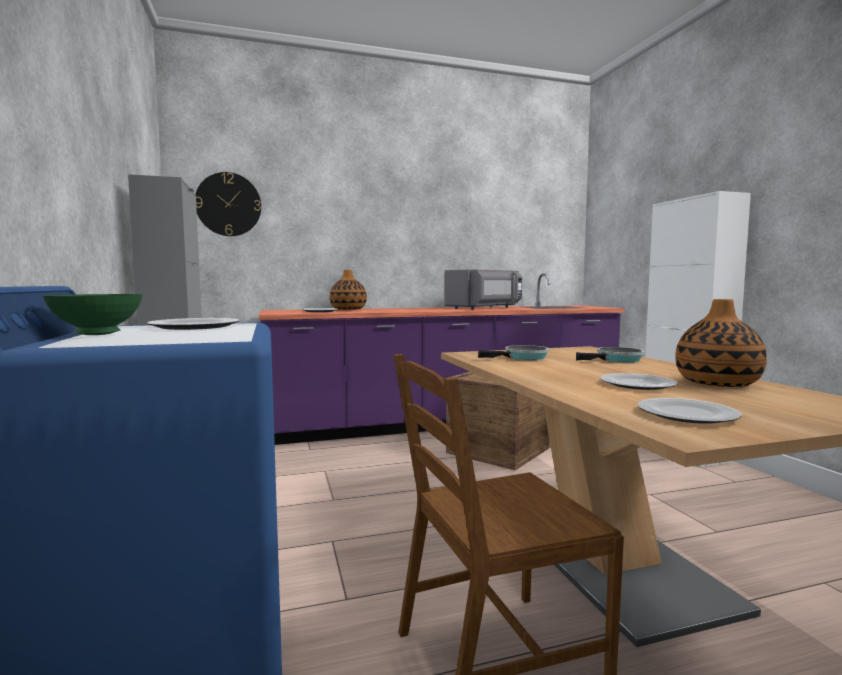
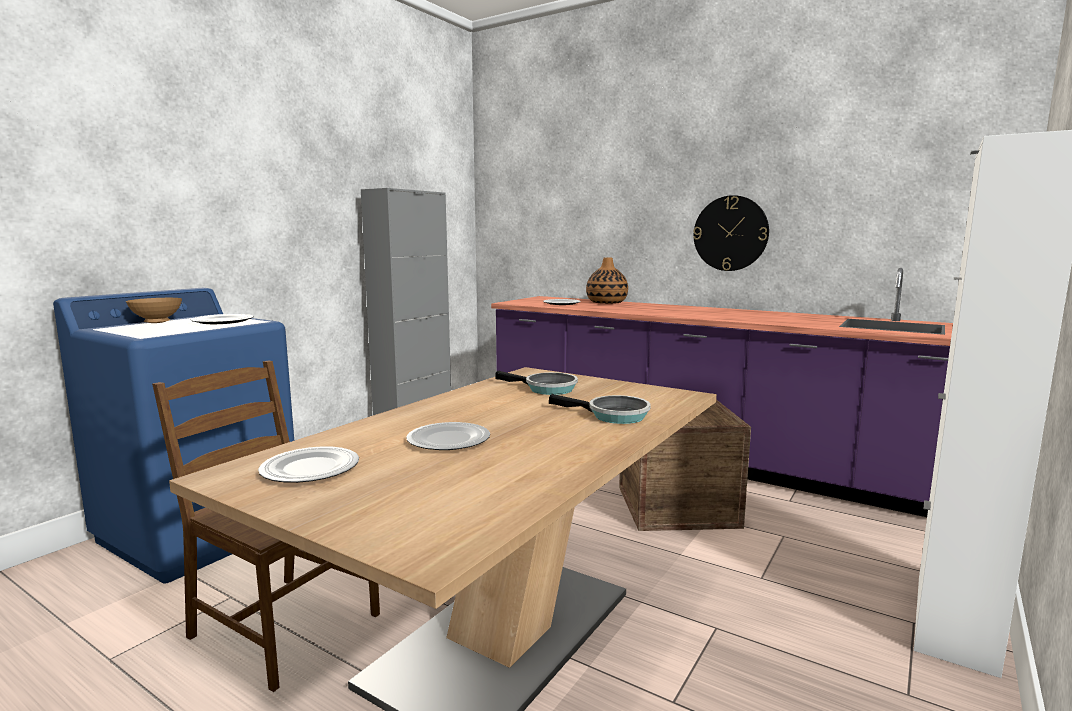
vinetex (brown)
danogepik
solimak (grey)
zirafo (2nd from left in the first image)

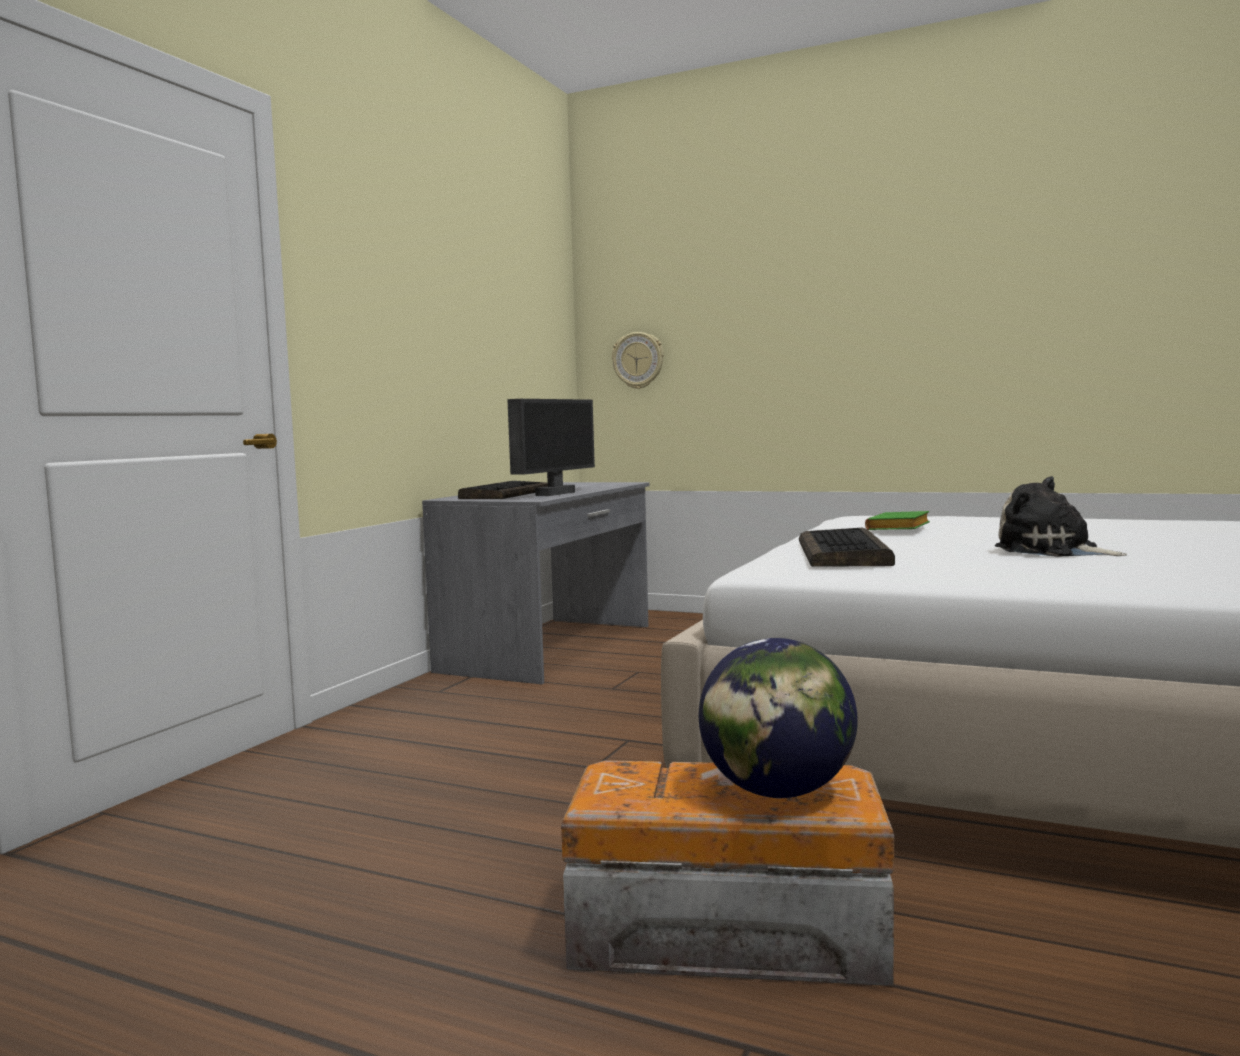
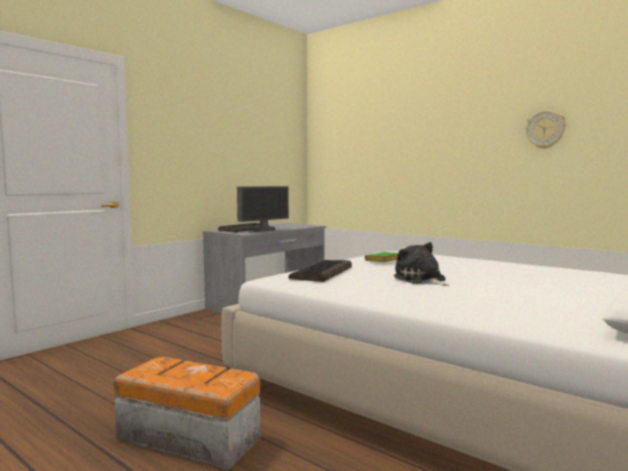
danogepik
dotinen

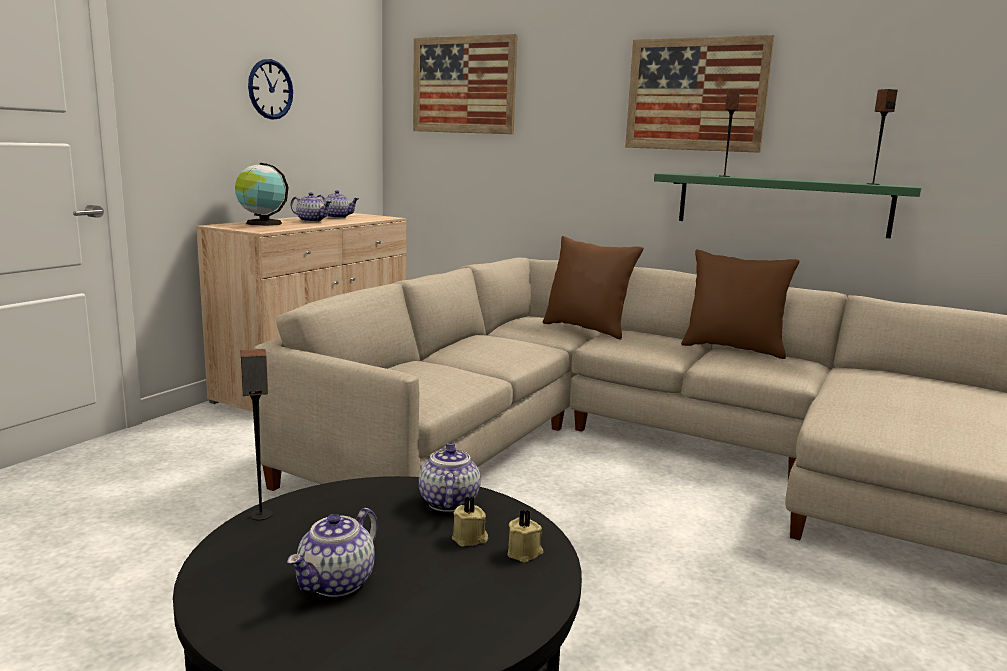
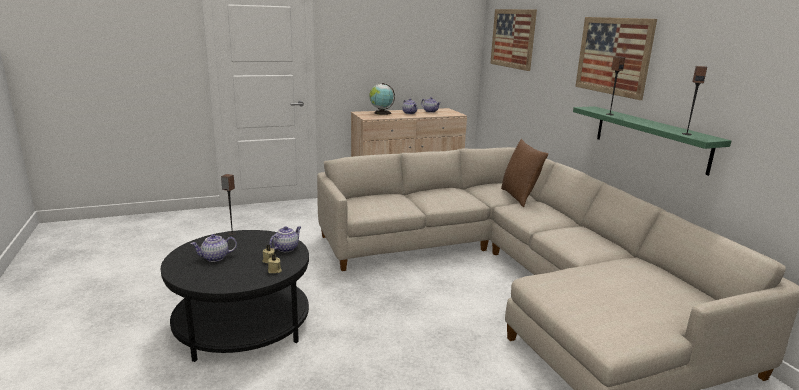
danogepik
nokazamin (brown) (2nd from left in the first image)

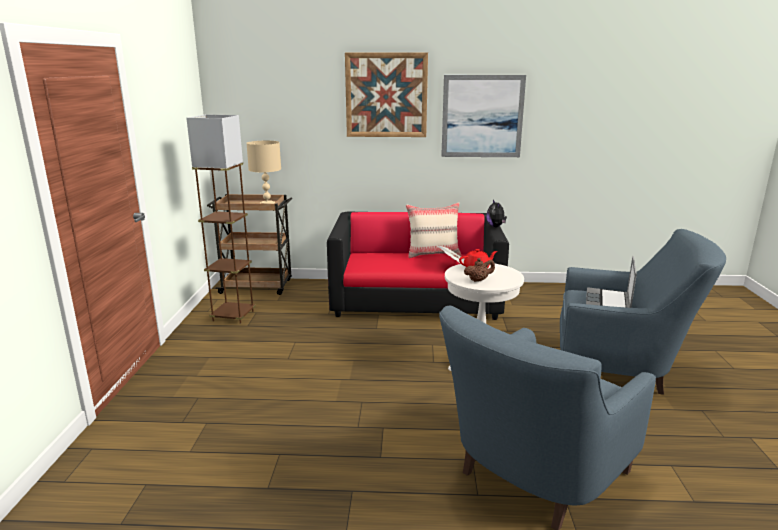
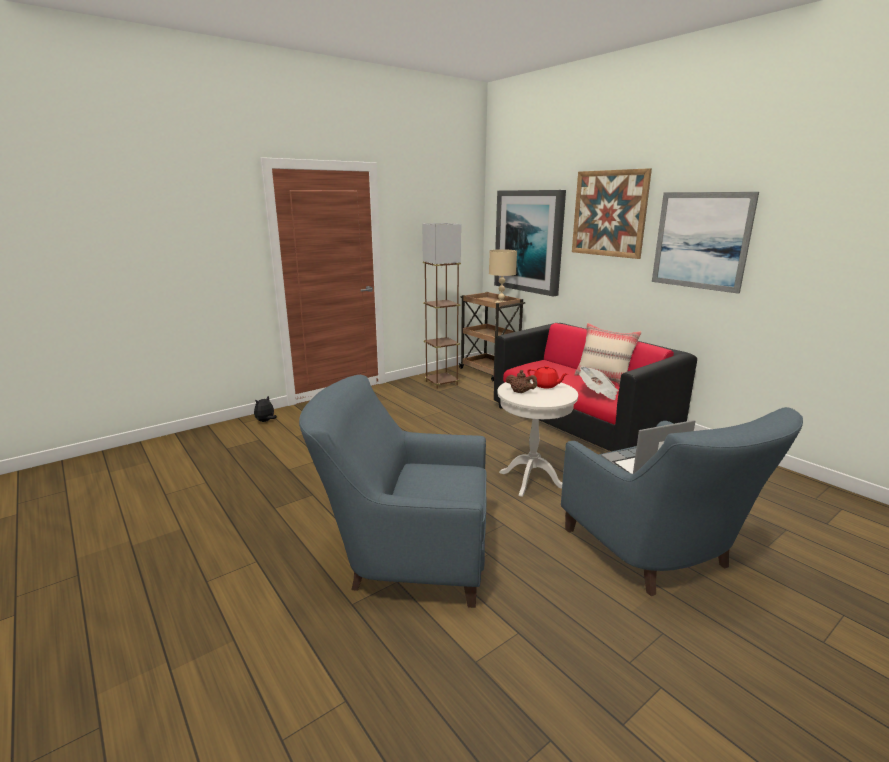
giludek
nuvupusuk (1st from left)

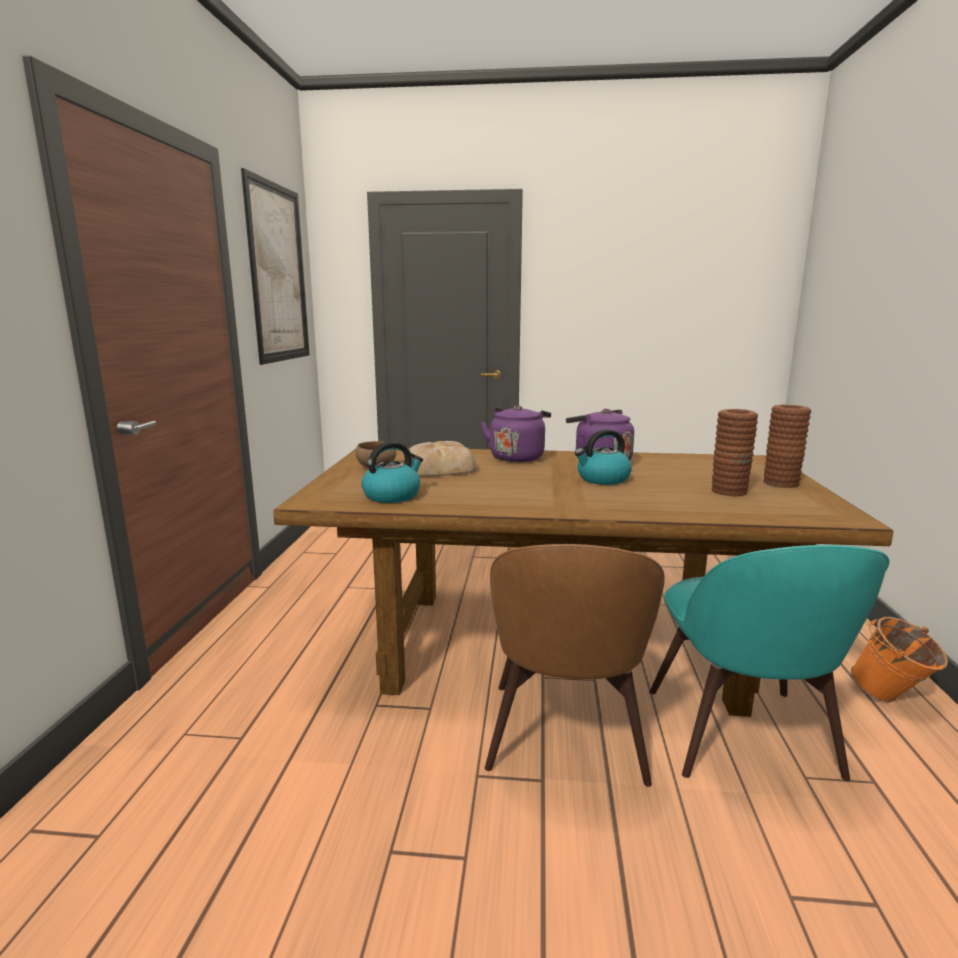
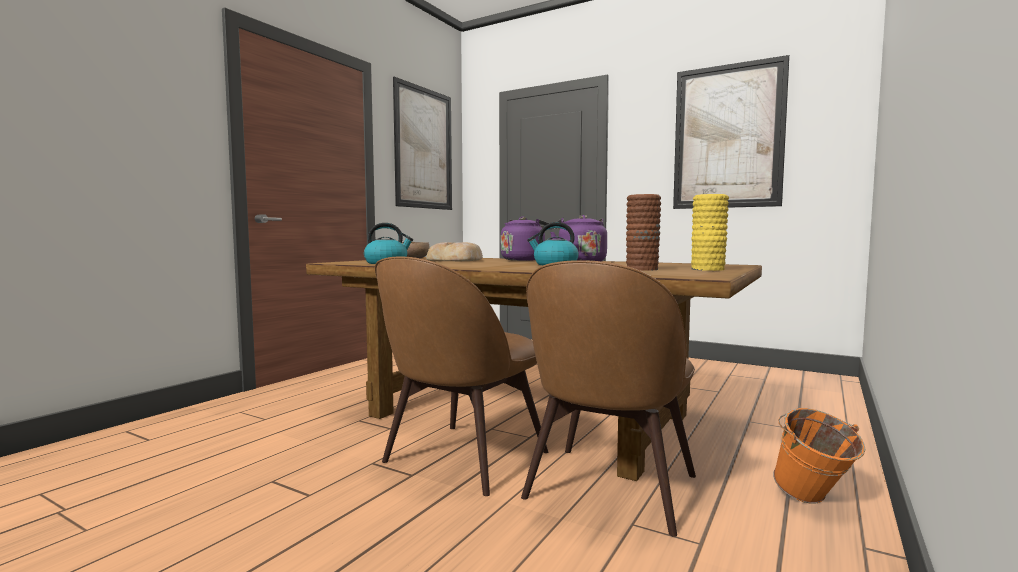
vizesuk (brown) (2nd from left)
nuvupusuk (2nd from left)
zirafo (yellow)

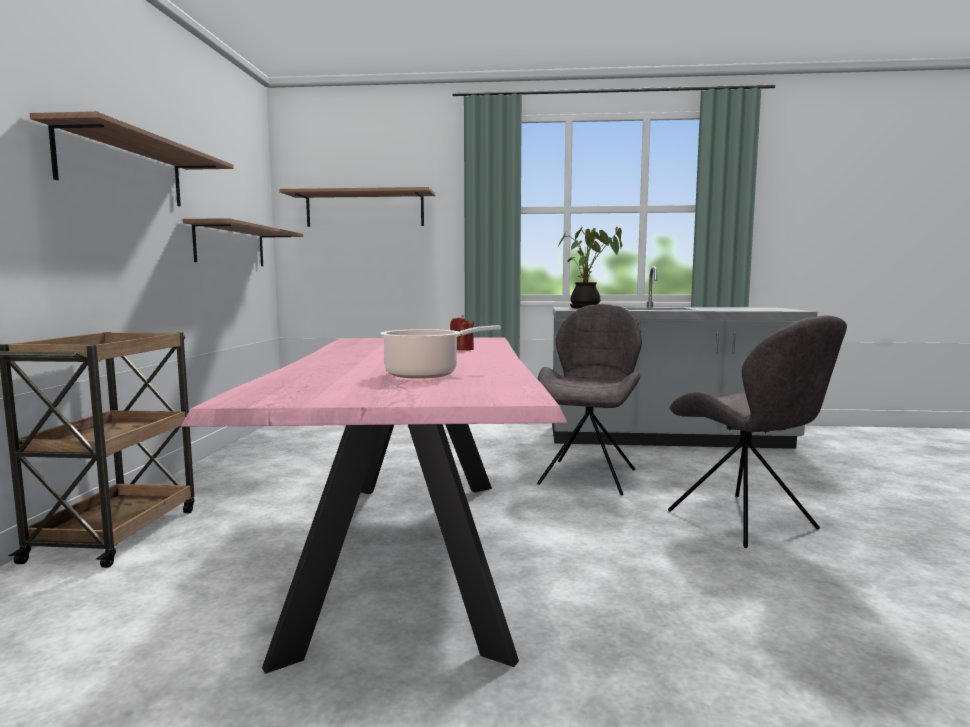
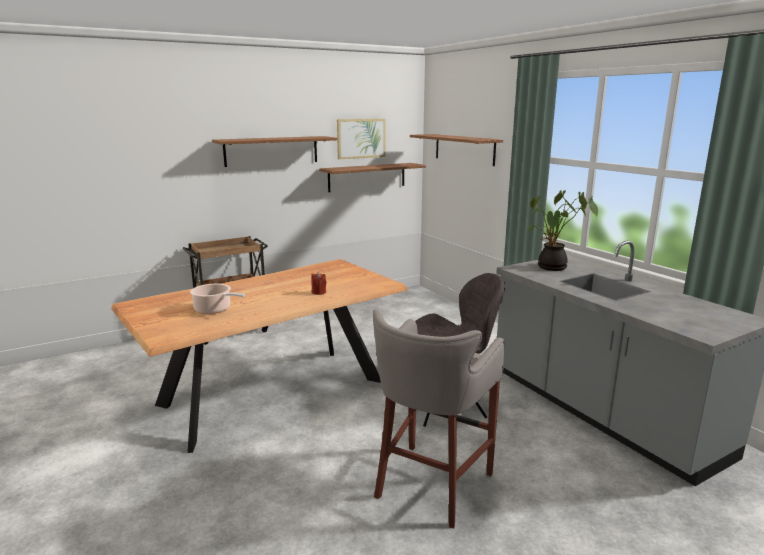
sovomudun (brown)
nuvupusuk
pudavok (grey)

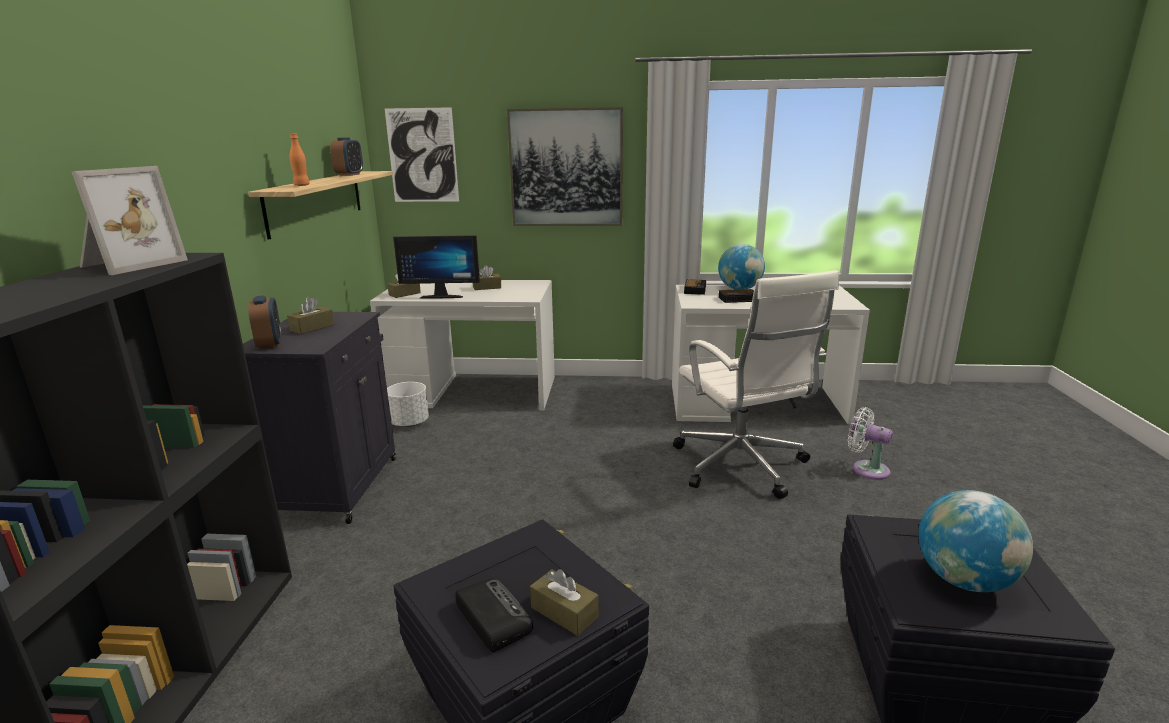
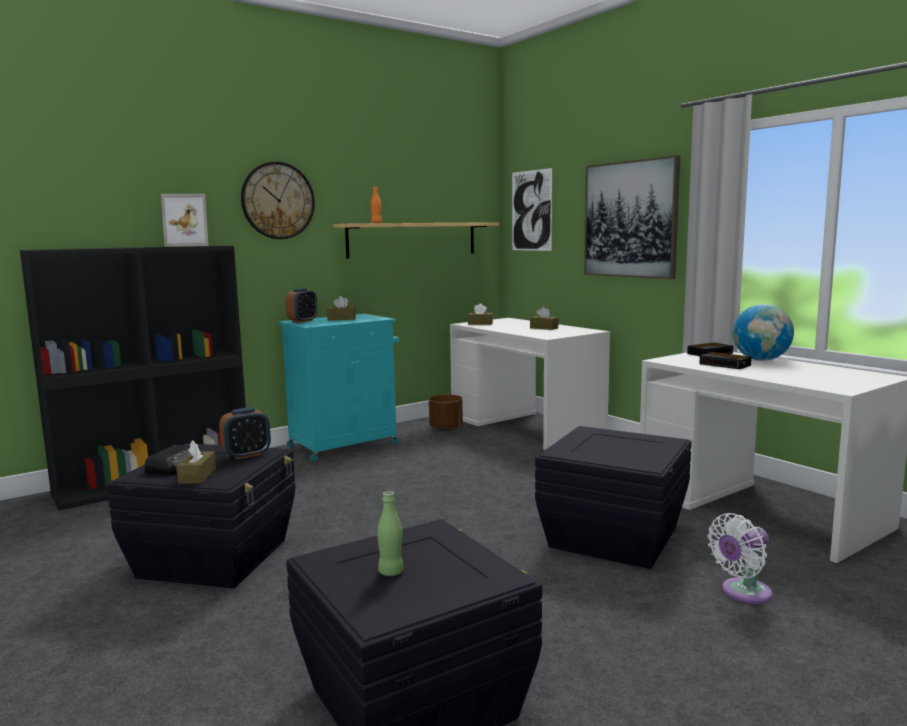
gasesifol (1st from left)
danogepik
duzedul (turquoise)
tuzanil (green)
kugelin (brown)
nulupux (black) (3rd from left)
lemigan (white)
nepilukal

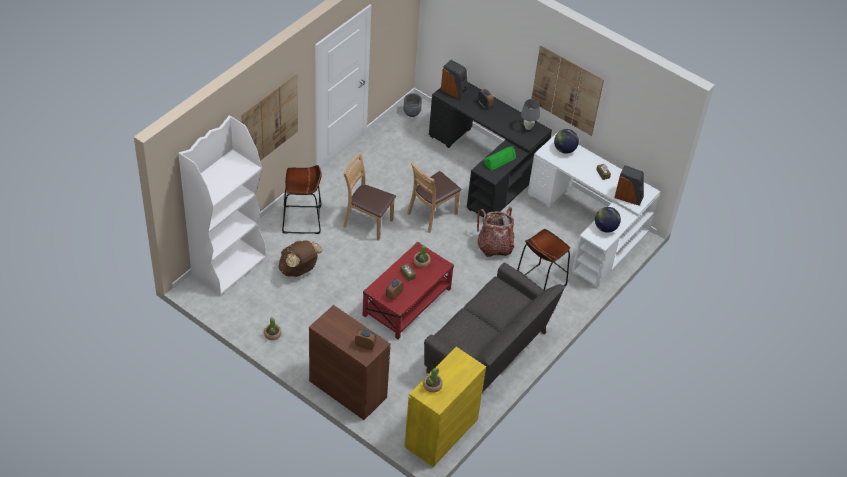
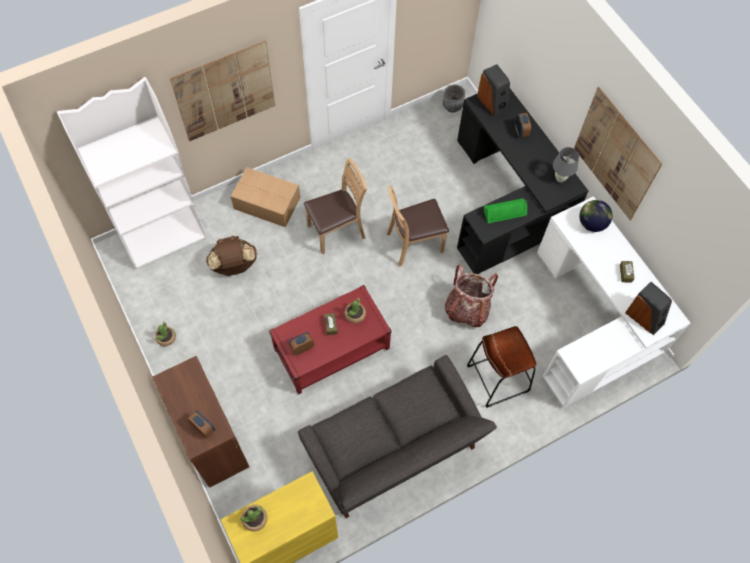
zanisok
vizesuk (brown) (1st from left)
dotinen (2nd from left in the first image)

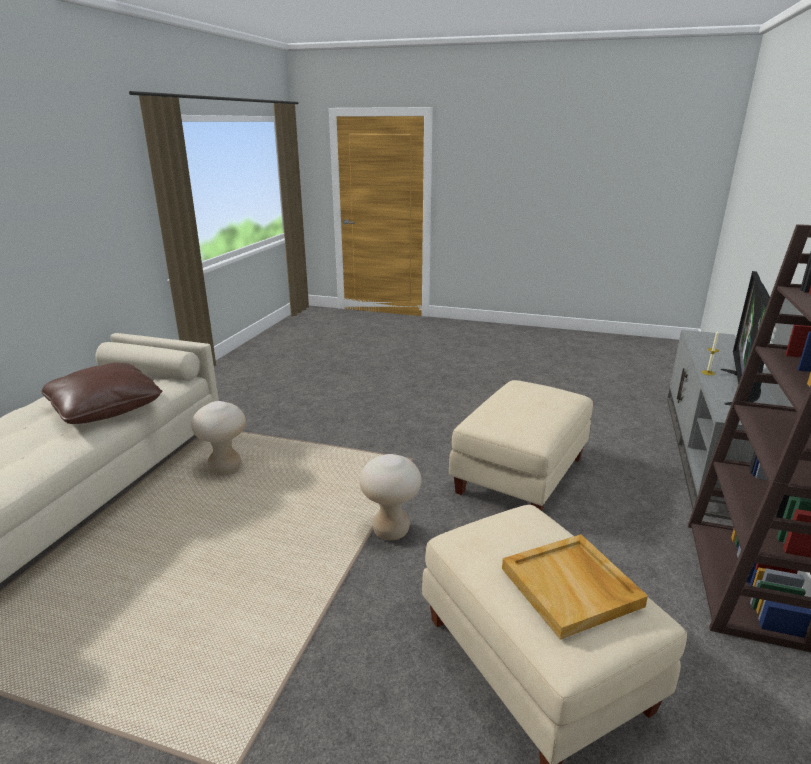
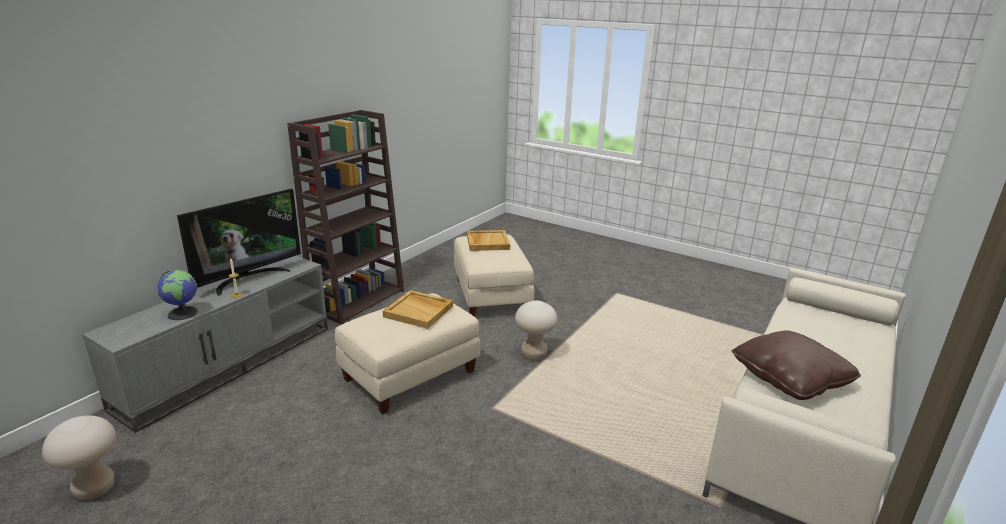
pudavok (beige) (1st from left)
dotinen
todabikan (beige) (1st from left)

